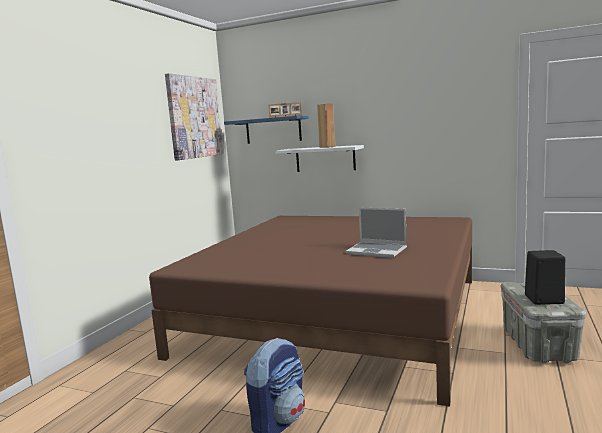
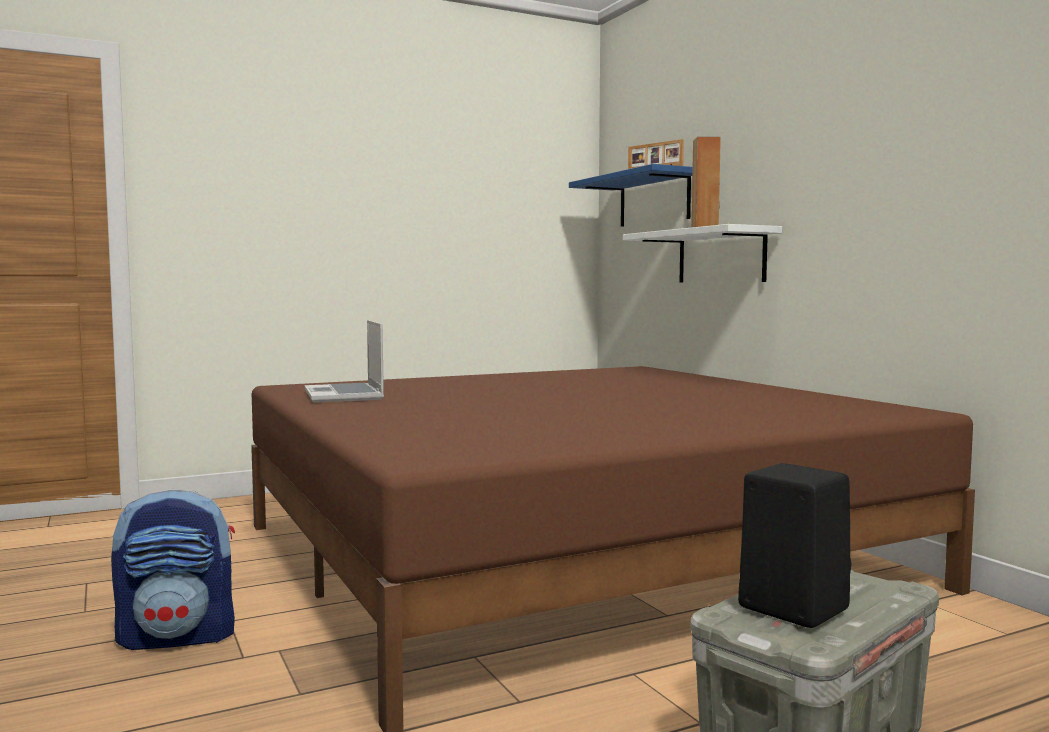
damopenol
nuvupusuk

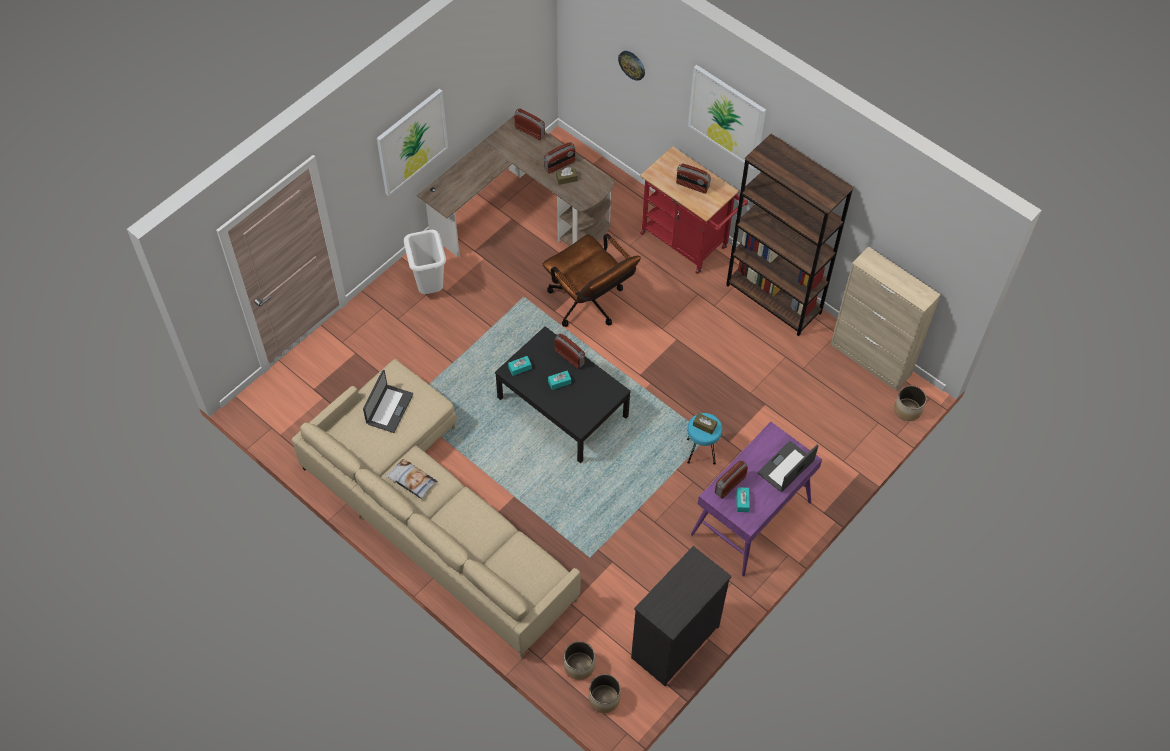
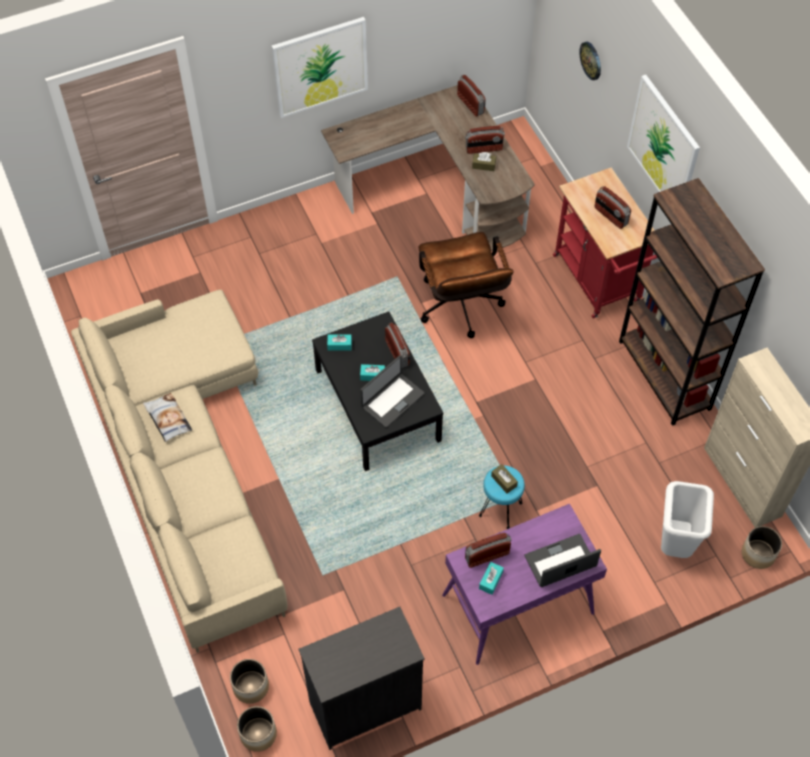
damopenol (1st from left)
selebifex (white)

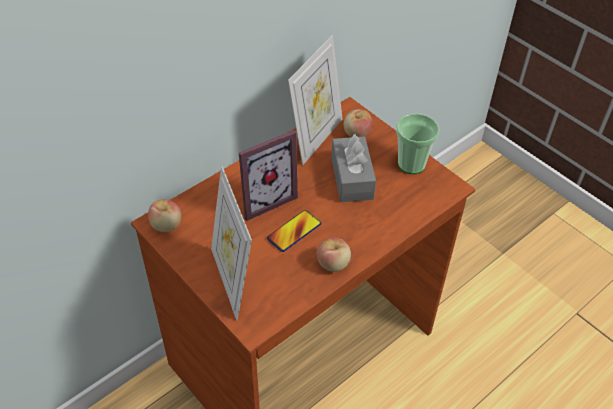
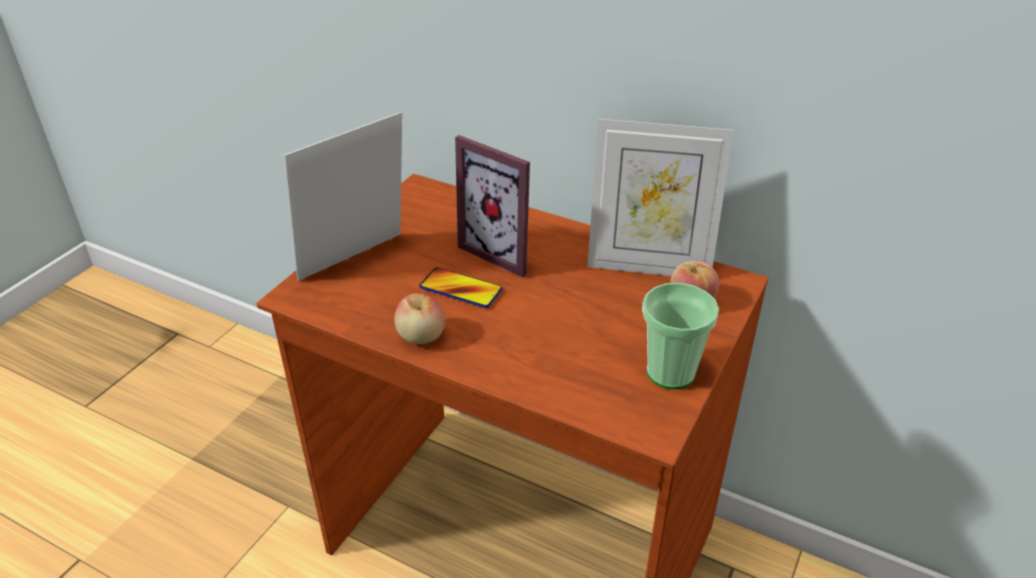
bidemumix (1st from left in the first image)
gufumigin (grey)

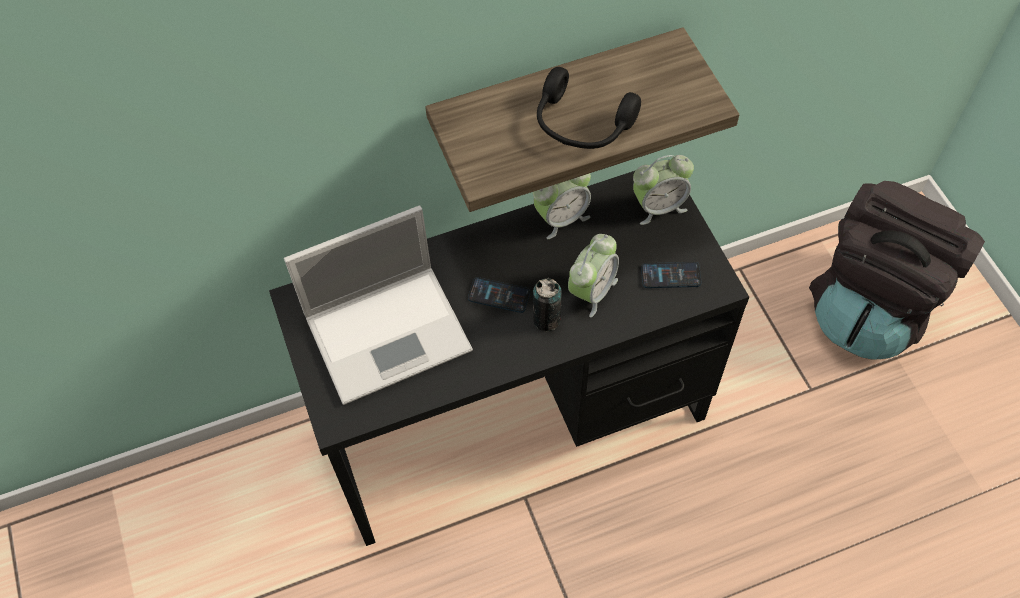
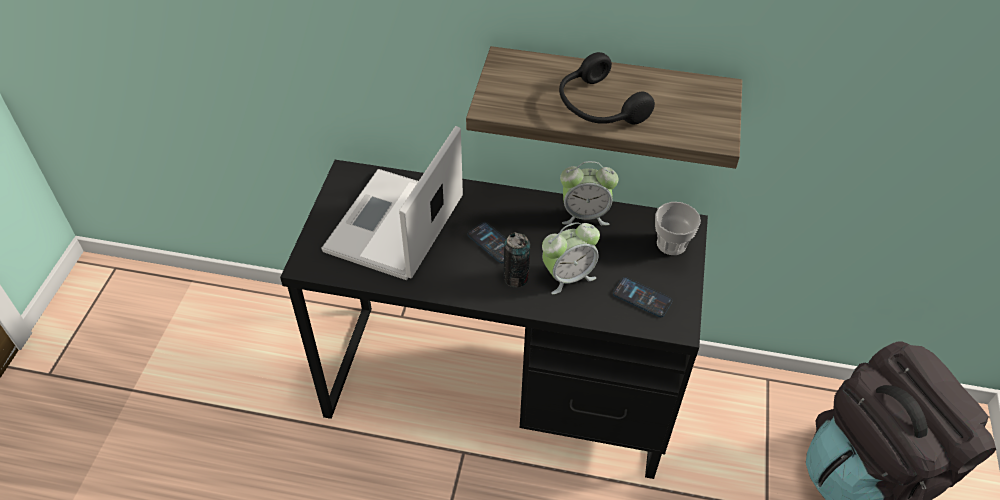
damopenol
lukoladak

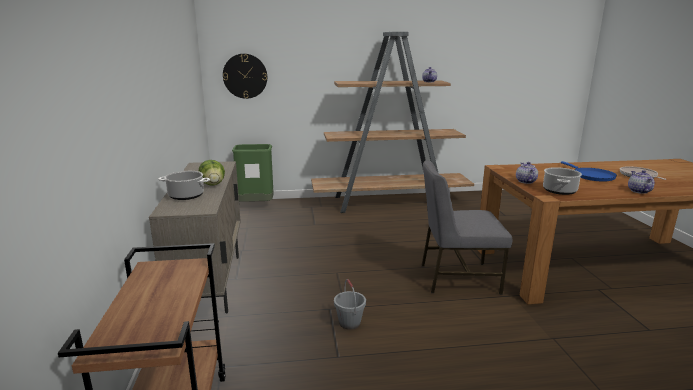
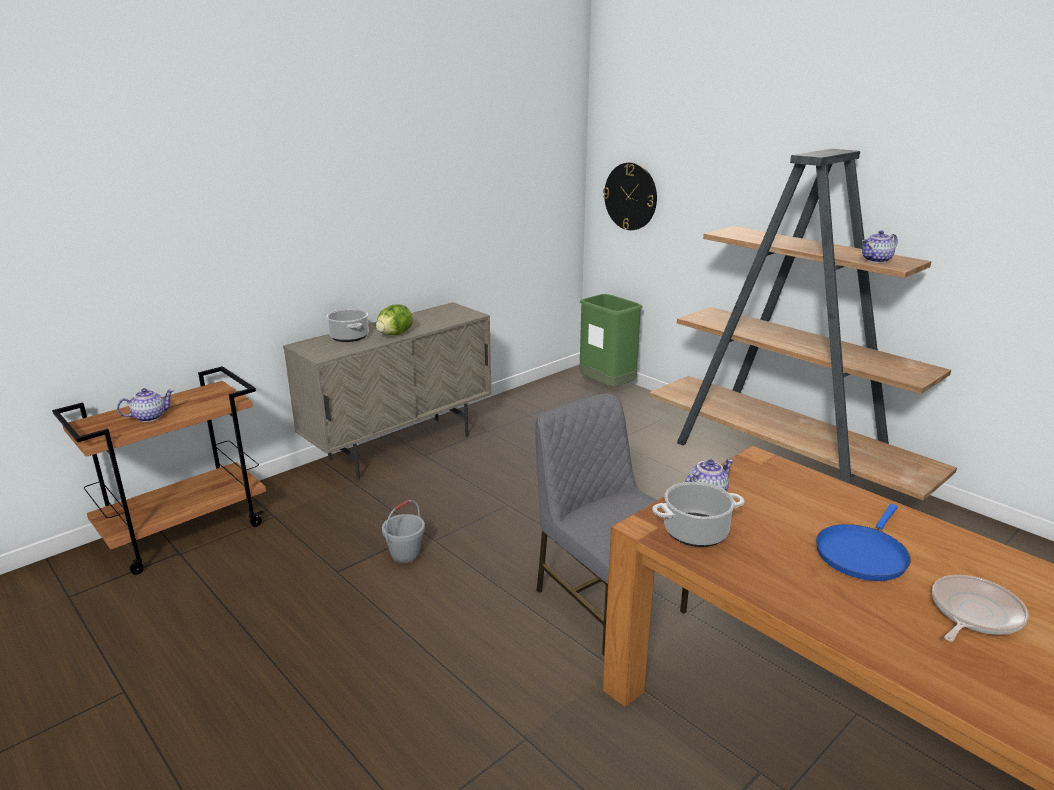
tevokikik (1st from left)

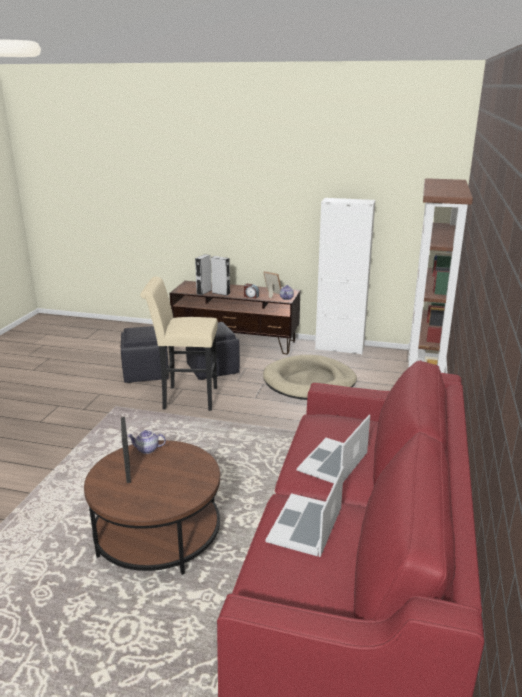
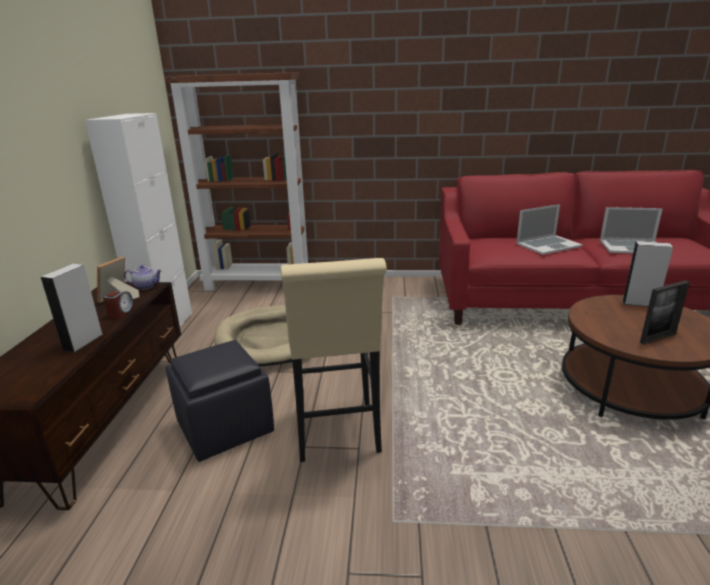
damopenol (1st from left)
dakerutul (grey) (2nd from left)
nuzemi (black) (1st from left in the first image)
tevokikik (1st from left in the first image)

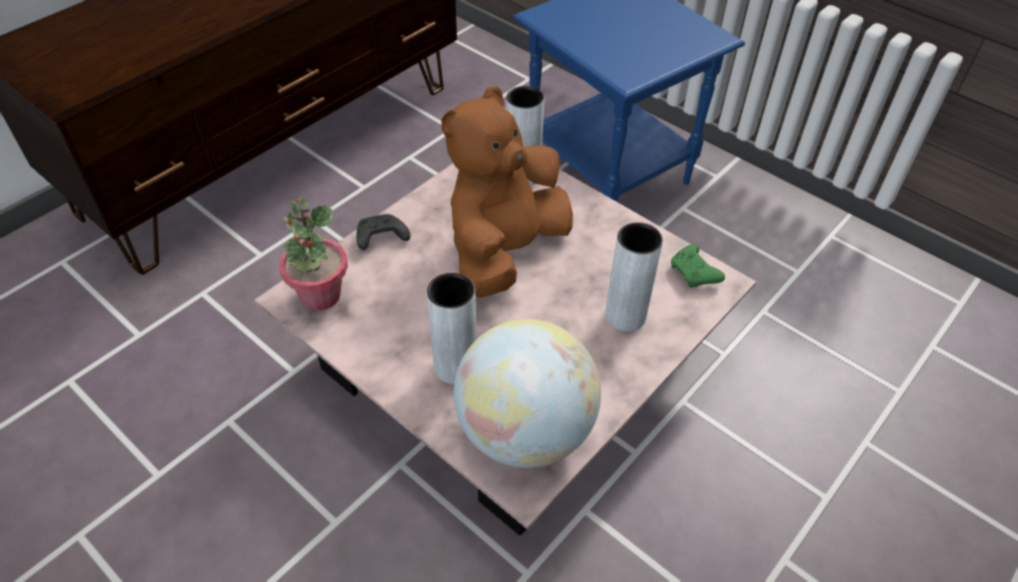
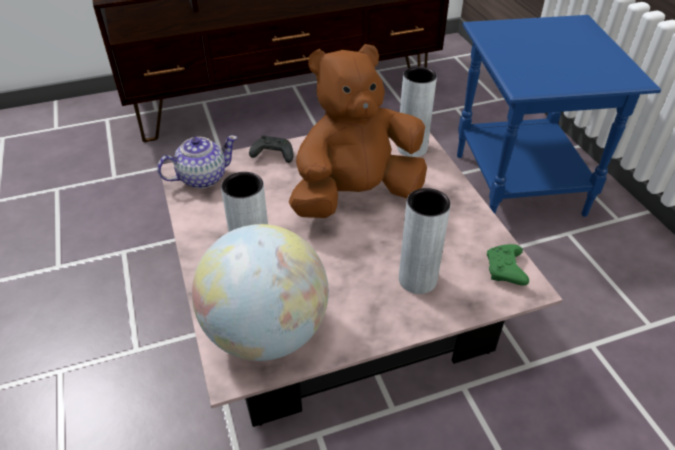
tevokikik

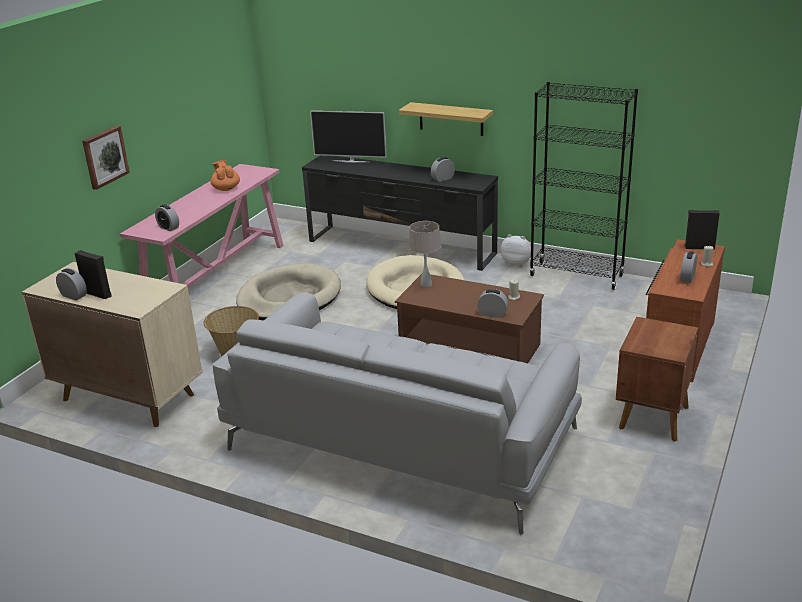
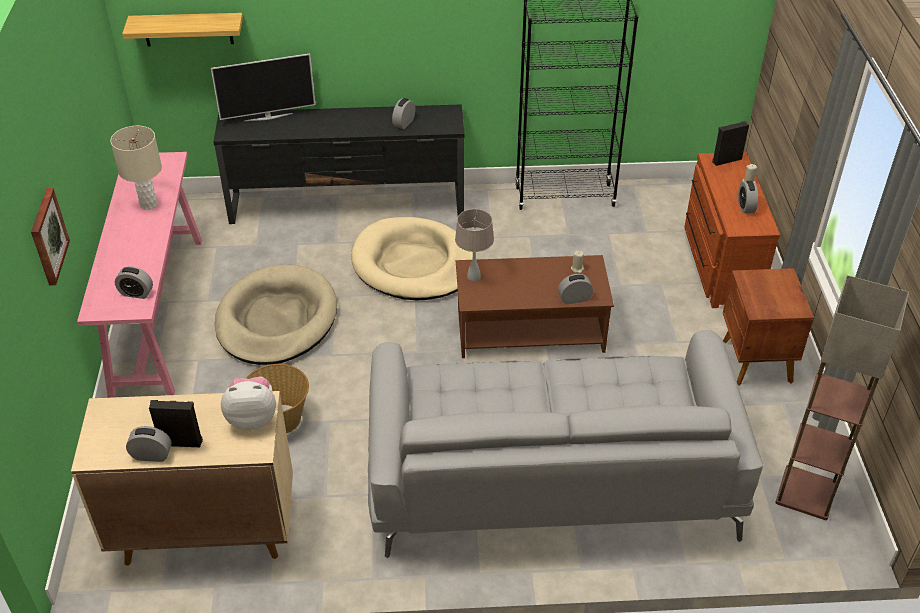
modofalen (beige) (1st from left)
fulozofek
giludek
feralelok

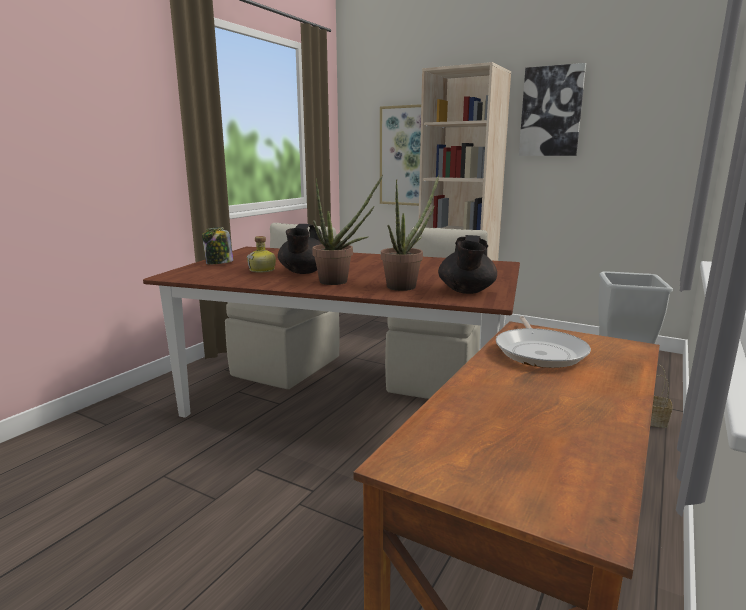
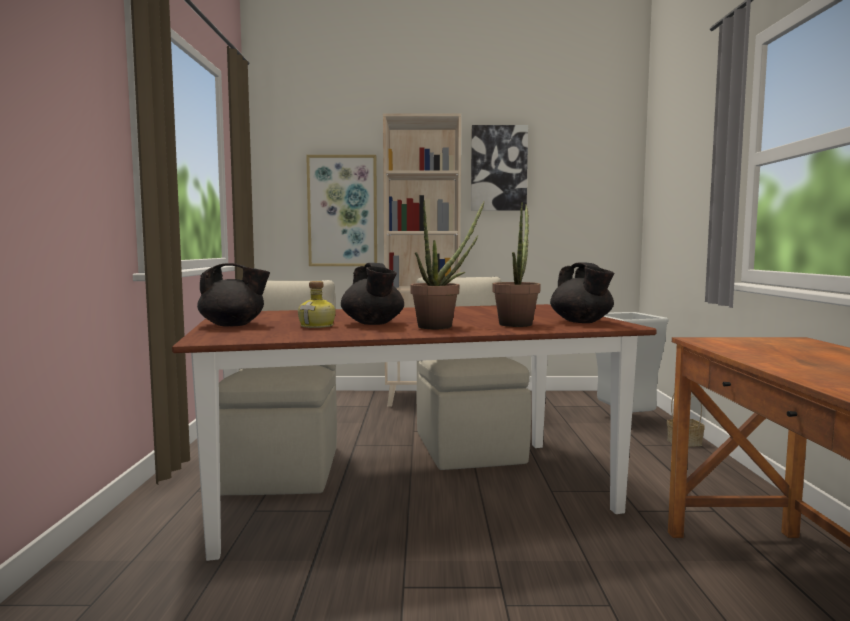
tevokikik (black) (1st from left)
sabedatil

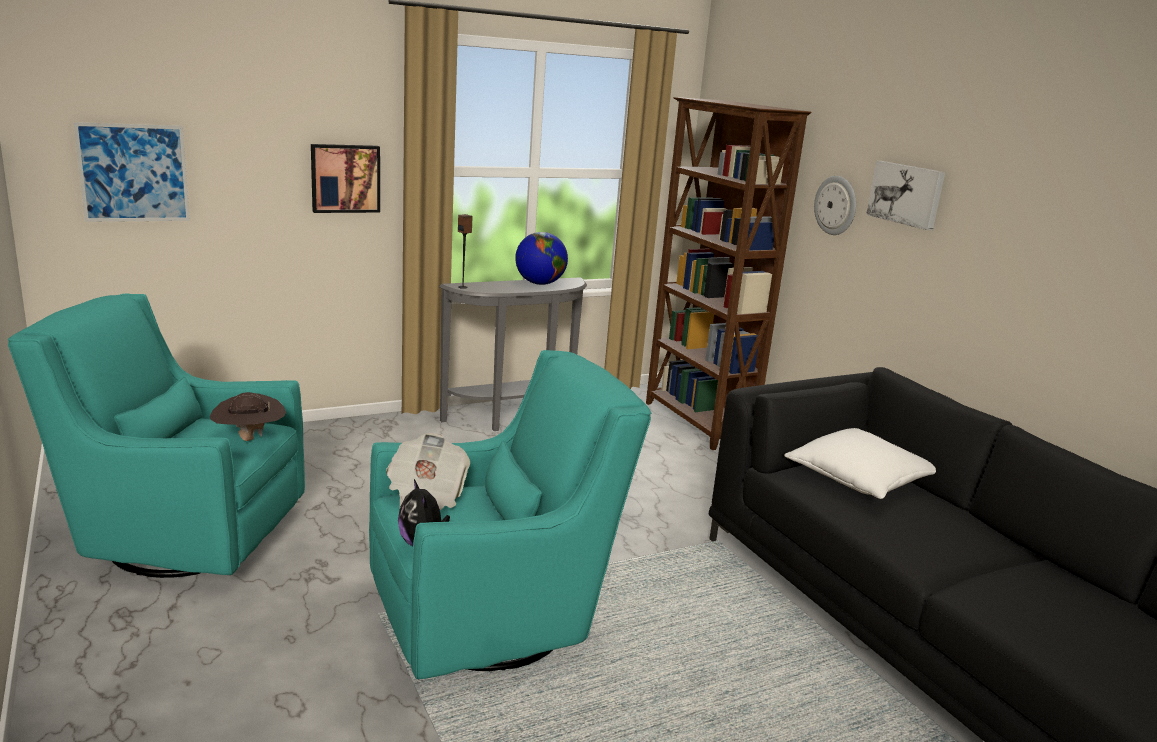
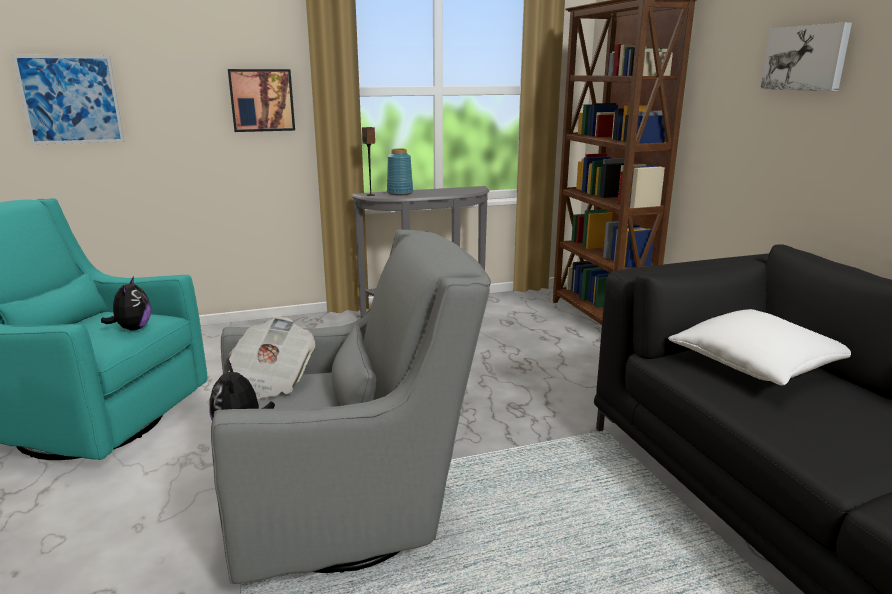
giludek (1st from left)
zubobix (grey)
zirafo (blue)
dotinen
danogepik

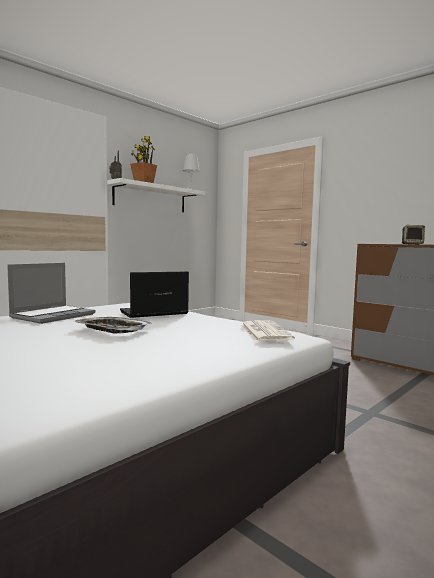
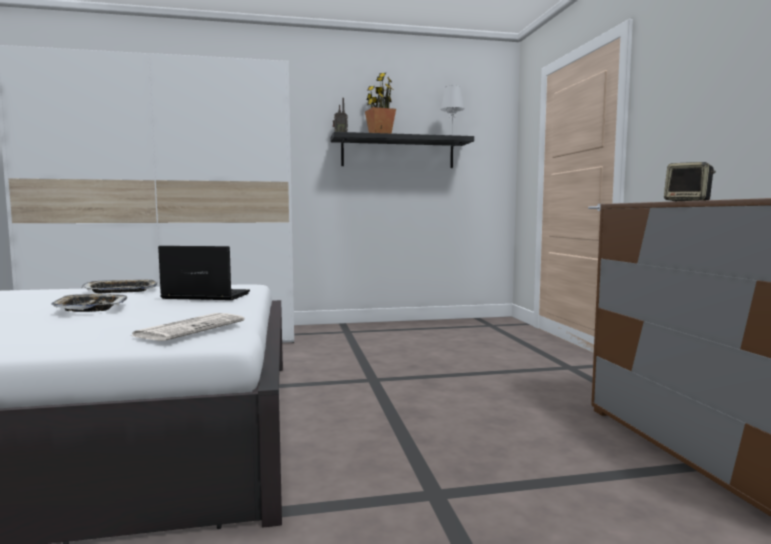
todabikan (2nd from left)
fulozofek (black)

